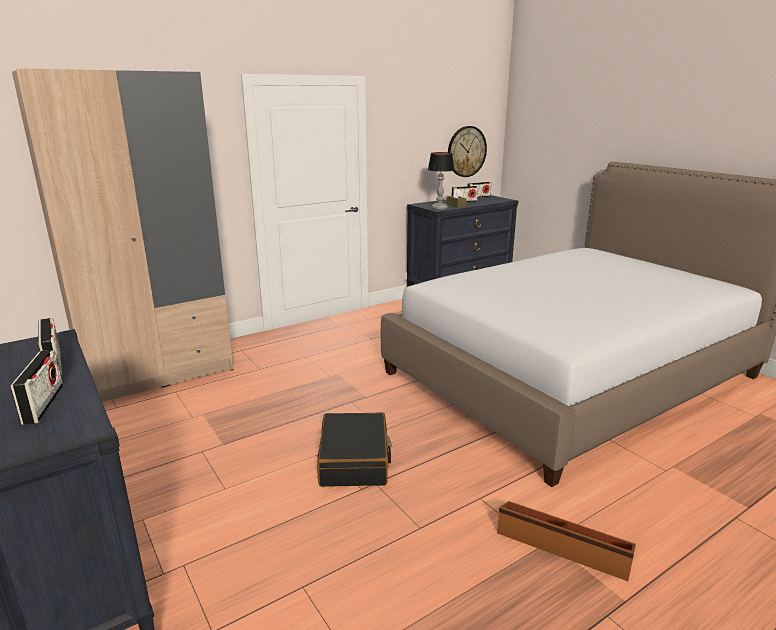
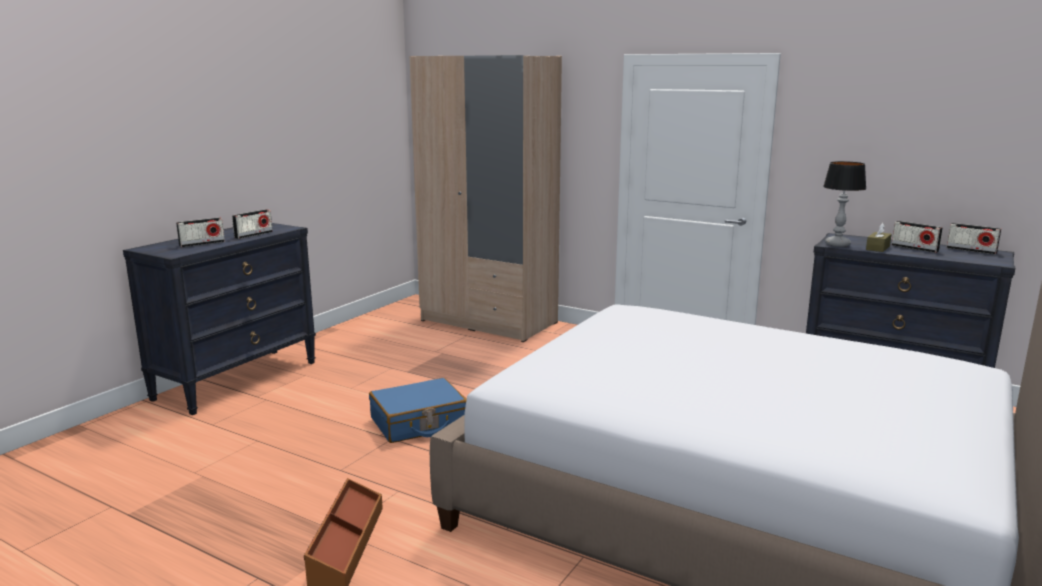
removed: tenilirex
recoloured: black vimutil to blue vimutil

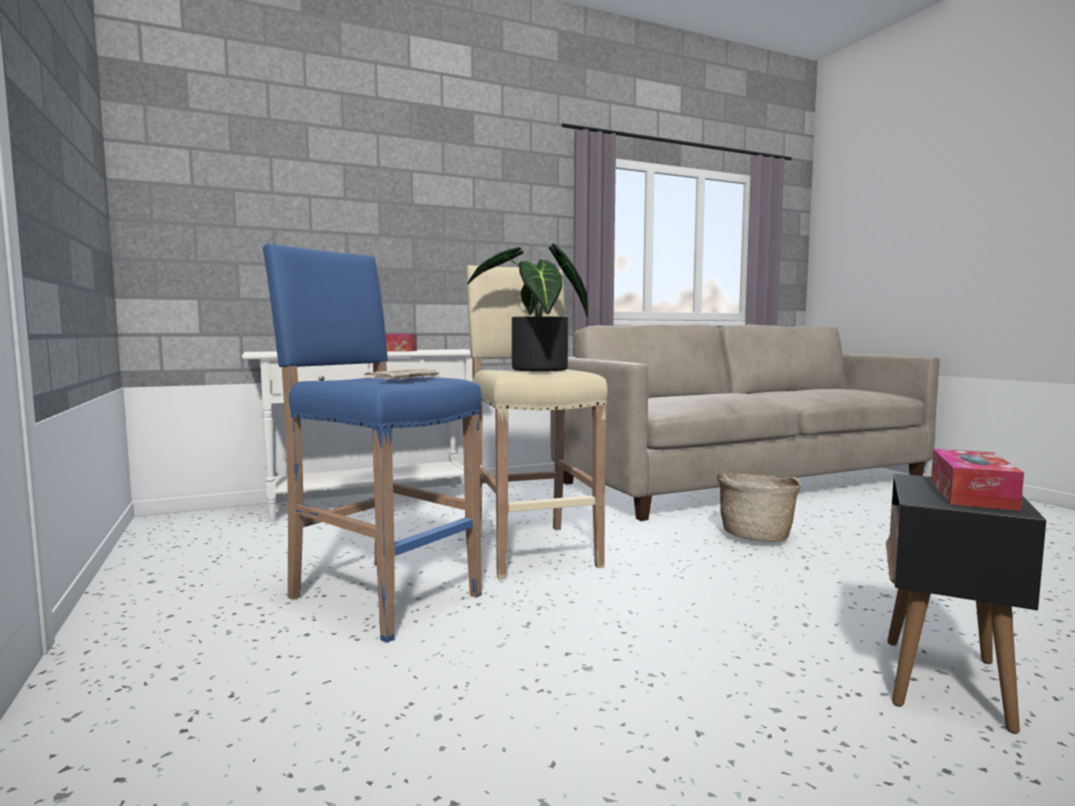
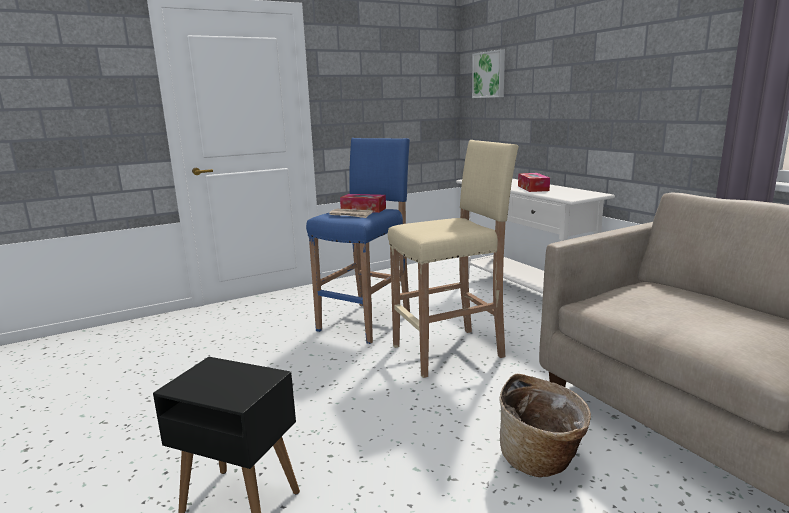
removed: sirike
added: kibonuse
moved: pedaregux (2nd from left in the first image) to pedaregux (1st from left)

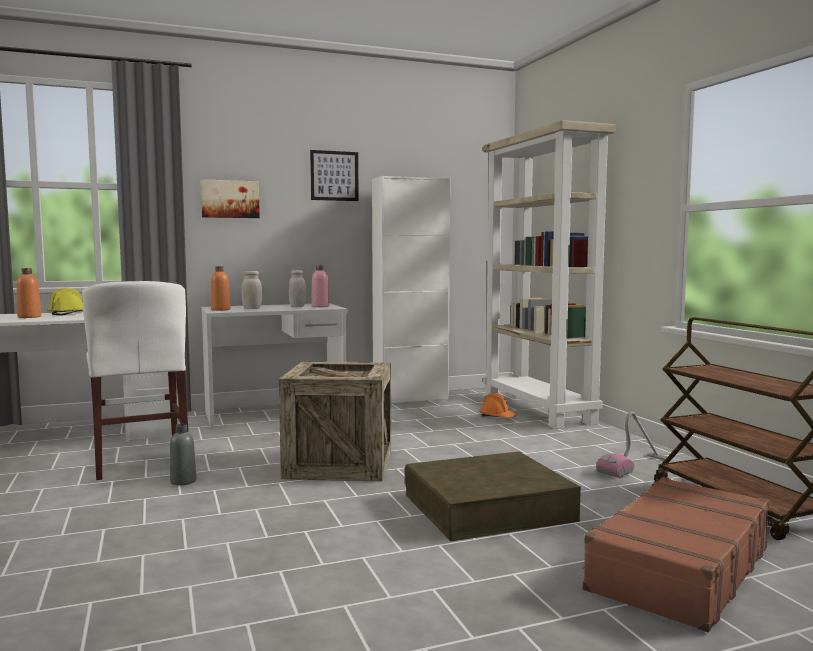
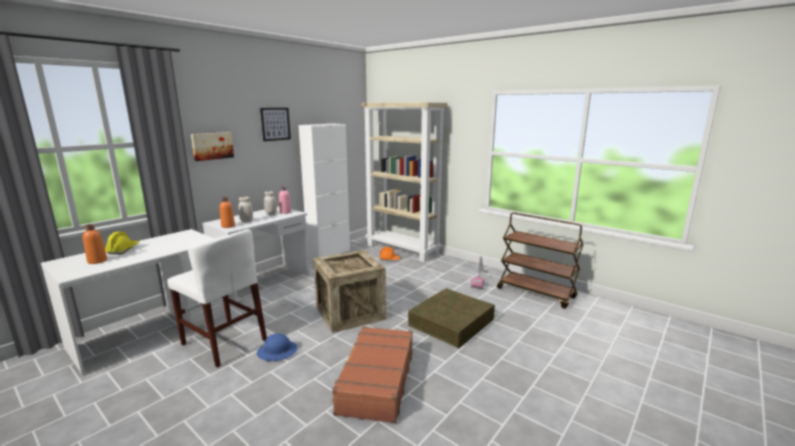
moved: brown vimutil
replaced: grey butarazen to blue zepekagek

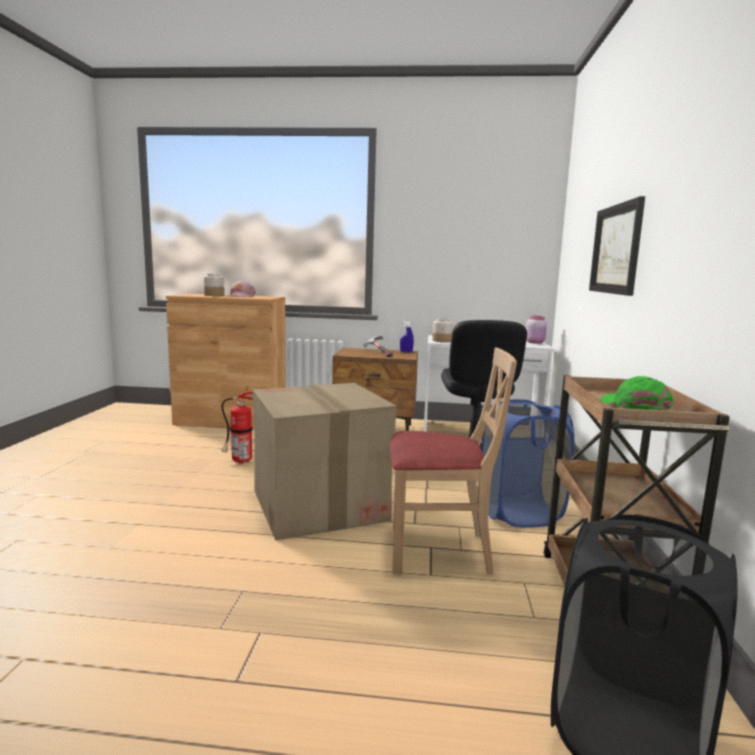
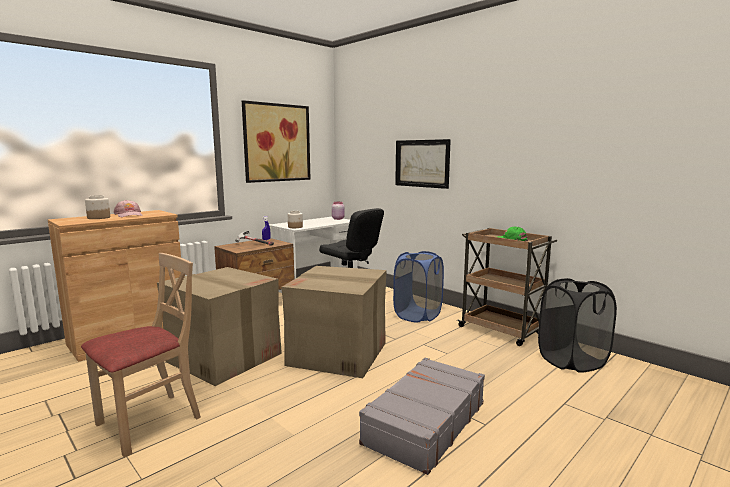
added: kibonuse (1st from left); grey vimutil
moved: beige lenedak
replaced: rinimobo to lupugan (1st from left)

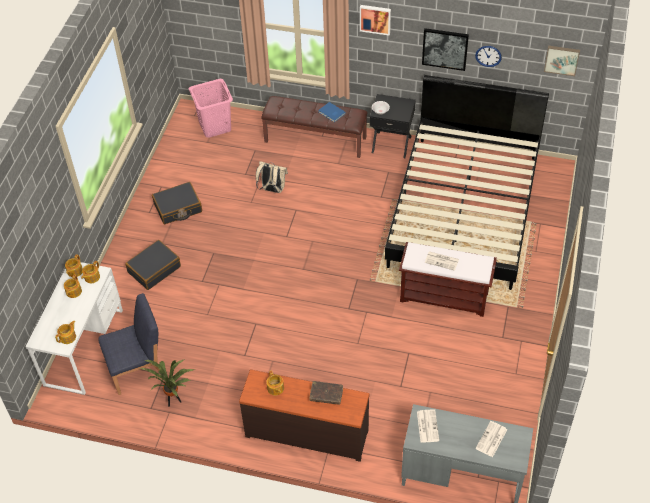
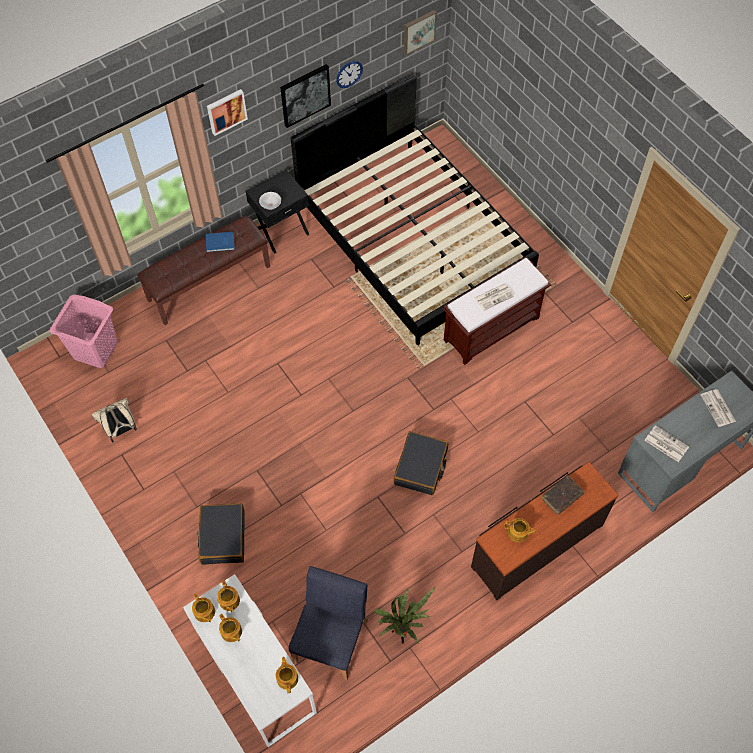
moved: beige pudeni; black vimutil (2nd from left)

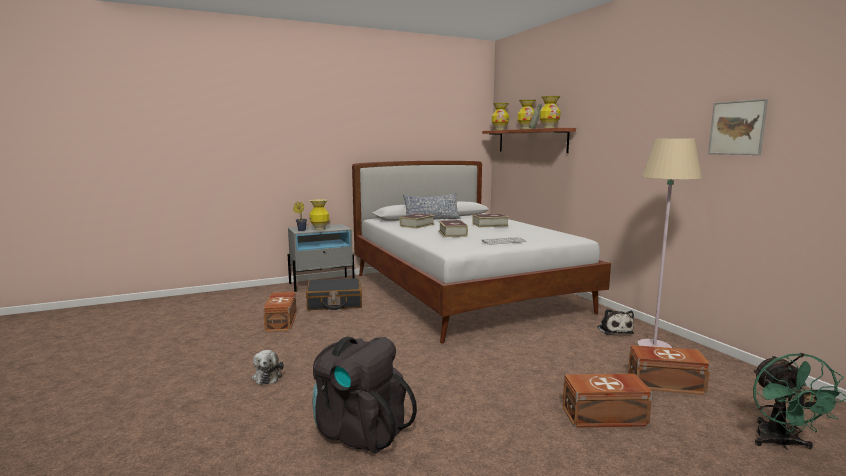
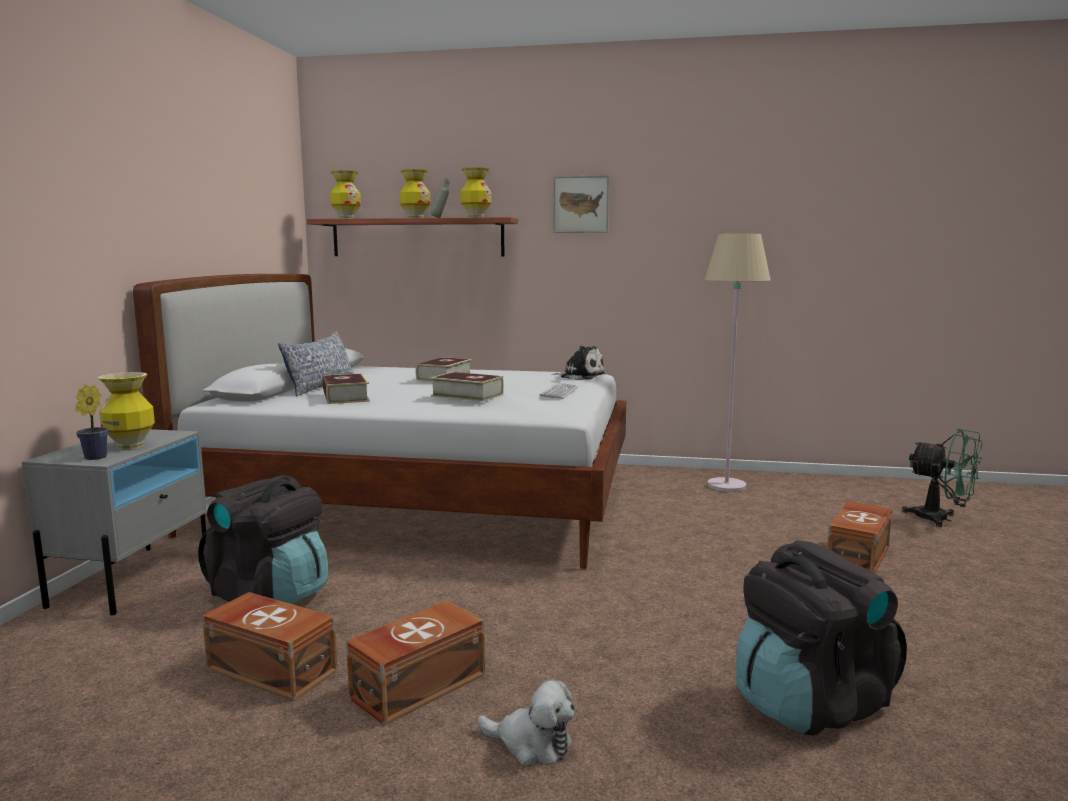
moved: kibonuse; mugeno (2nd from left); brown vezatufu (3rd from left in the first image) to brown vezatufu (2nd from left)
replaced: black vimutil to black pudeni (1st from left)

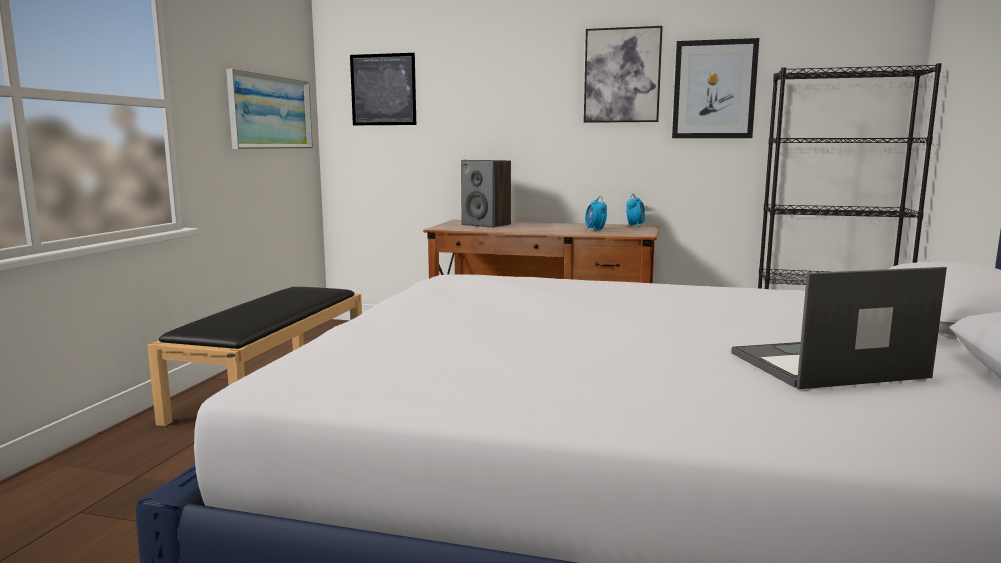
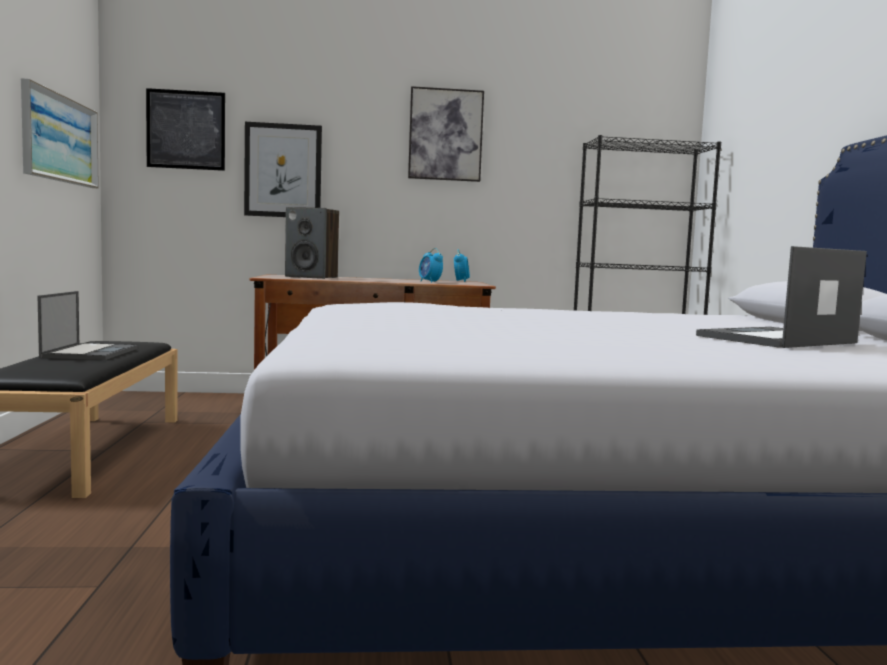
added: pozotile (1st from left)
moved: kibonuse (4th from left in the first image) to kibonuse (3rd from left)

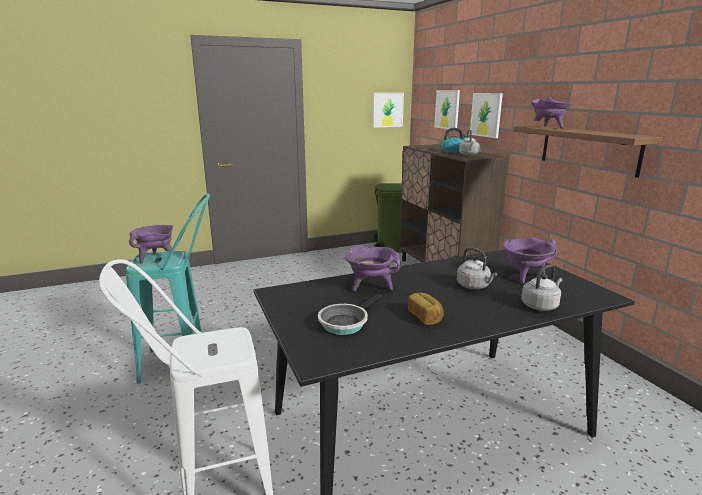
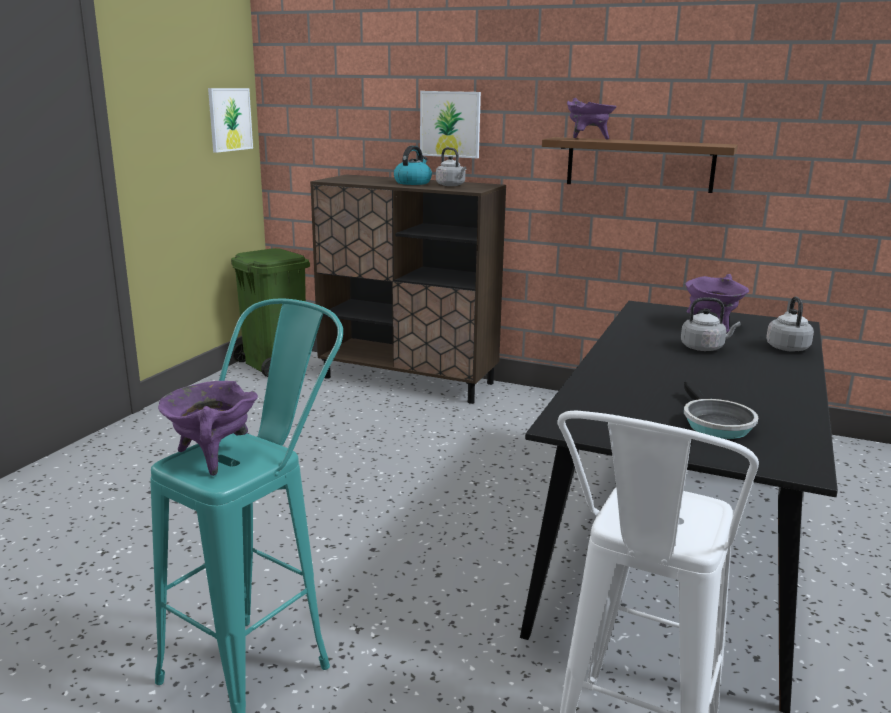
removed: kibonuse (2nd from left); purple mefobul (2nd from left); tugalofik

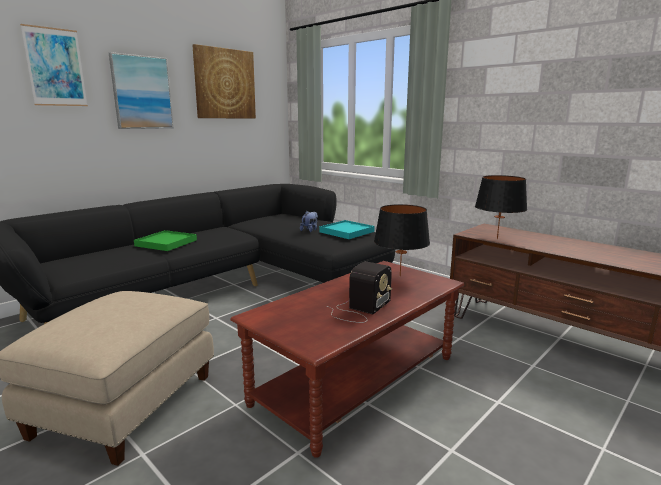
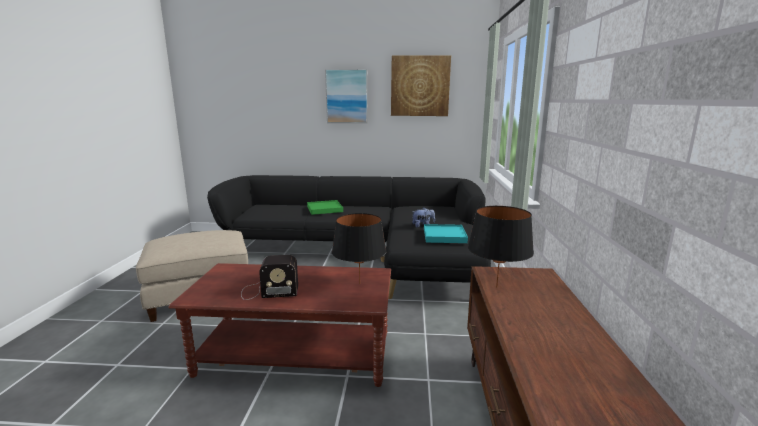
removed: kibonuse (1st from left)

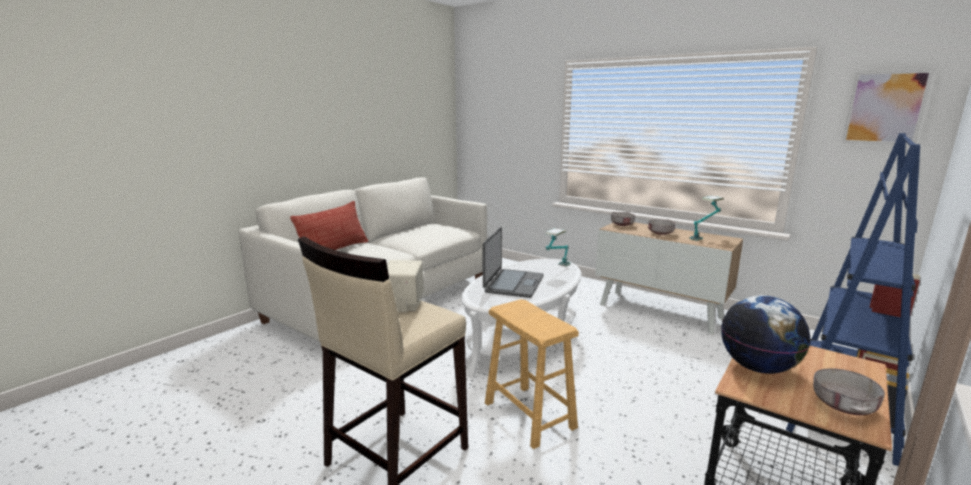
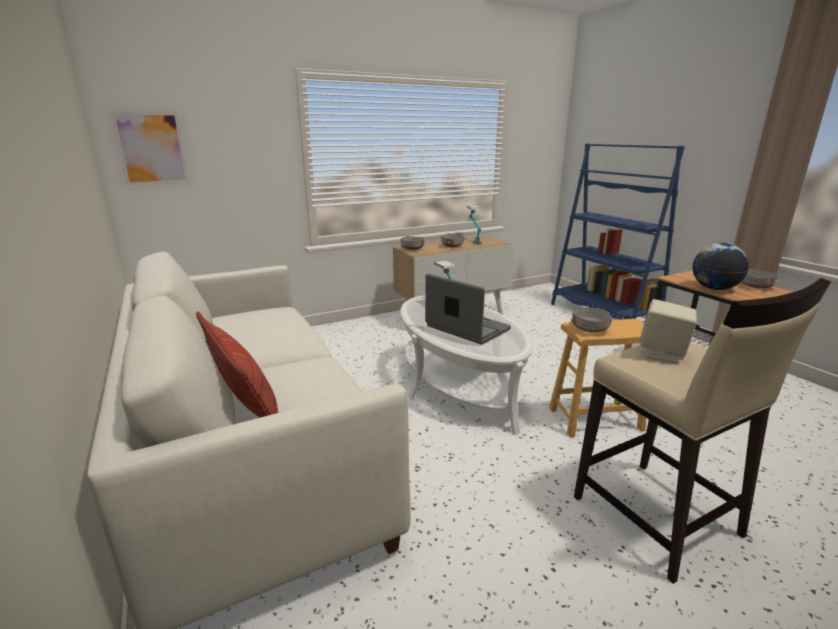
added: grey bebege (3rd from left)
moved: kibonuse

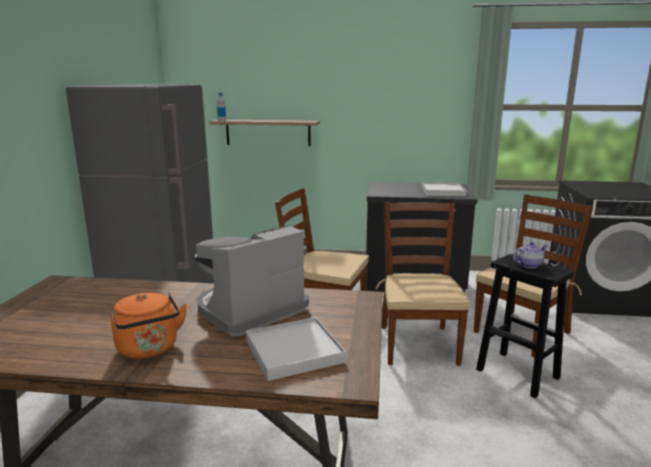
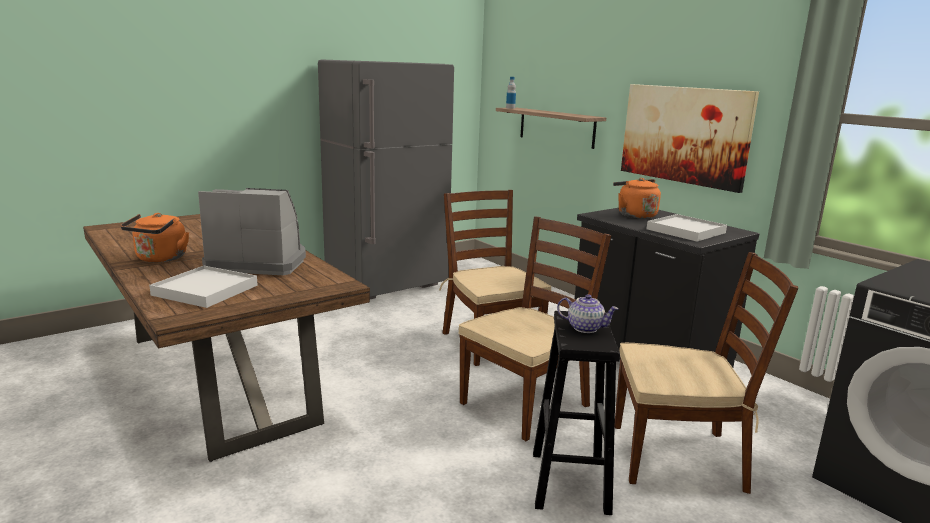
added: kibonuse; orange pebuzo (2nd from left)

